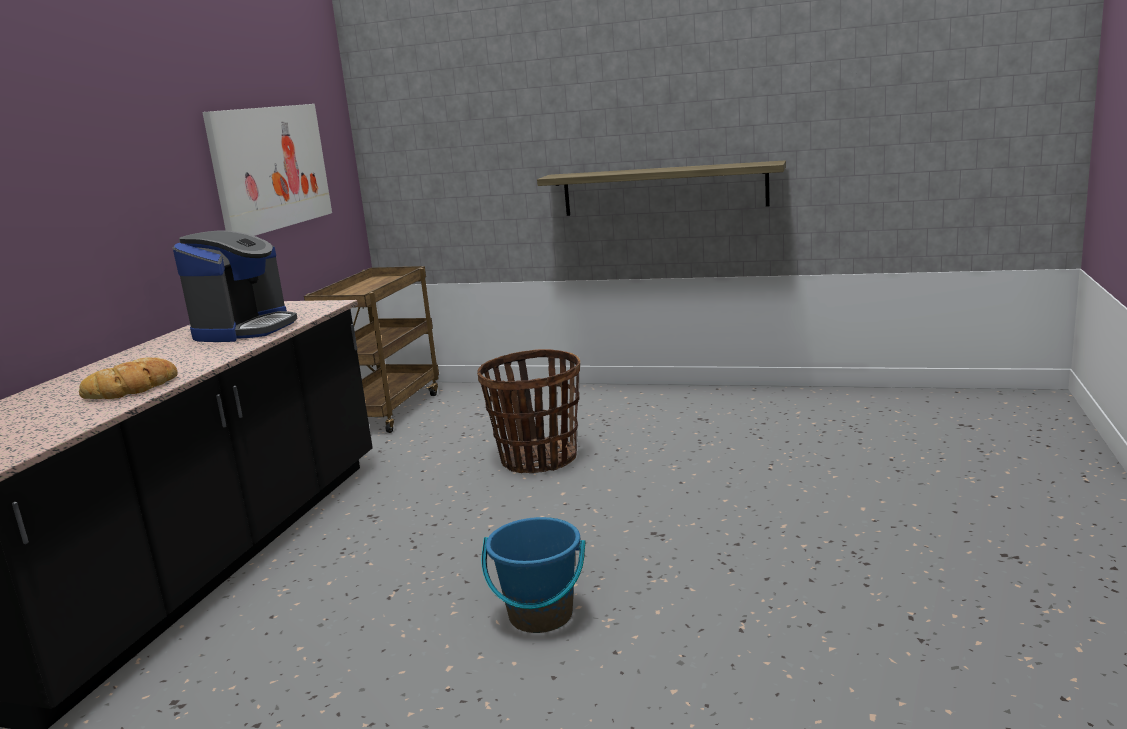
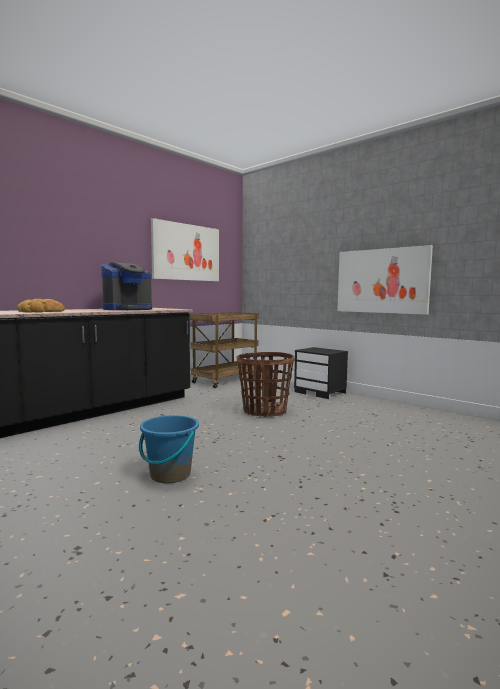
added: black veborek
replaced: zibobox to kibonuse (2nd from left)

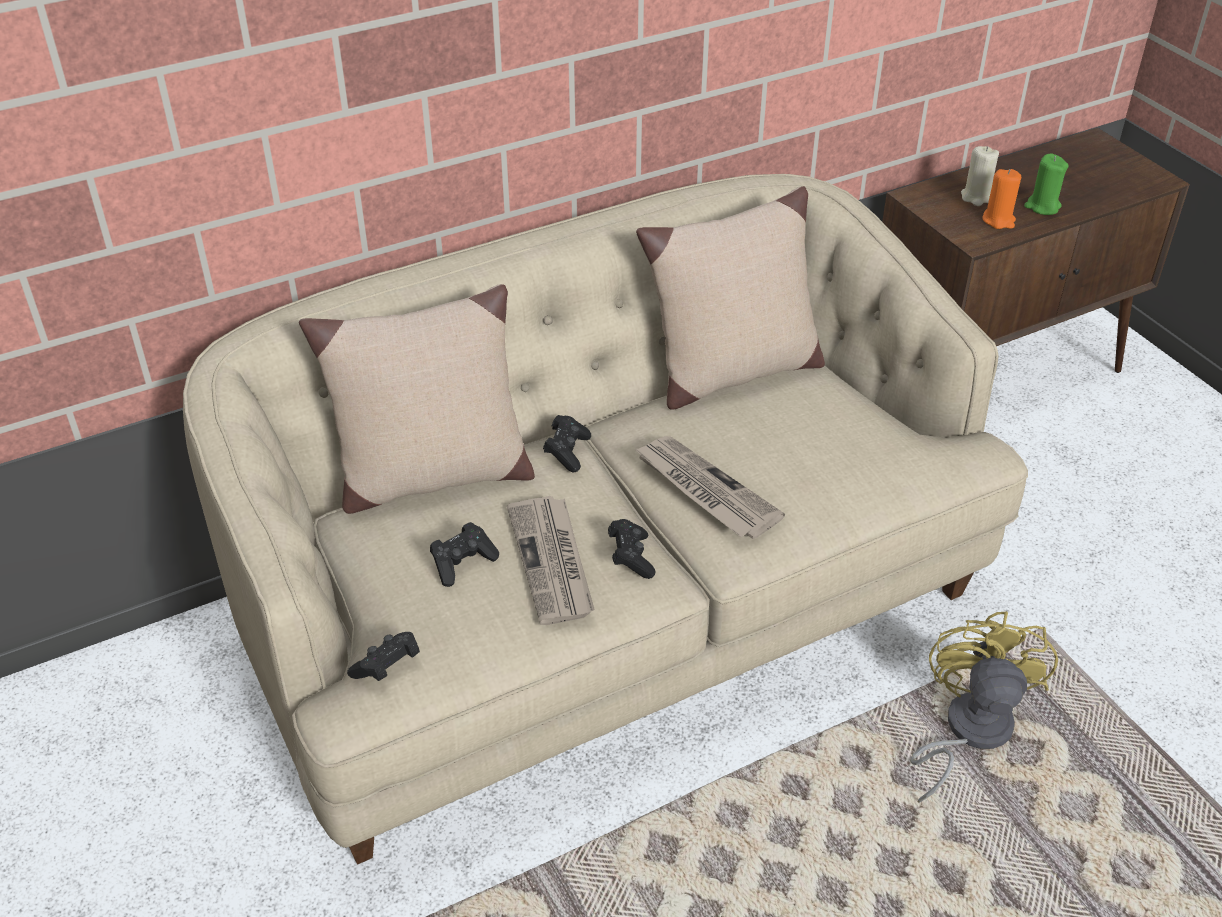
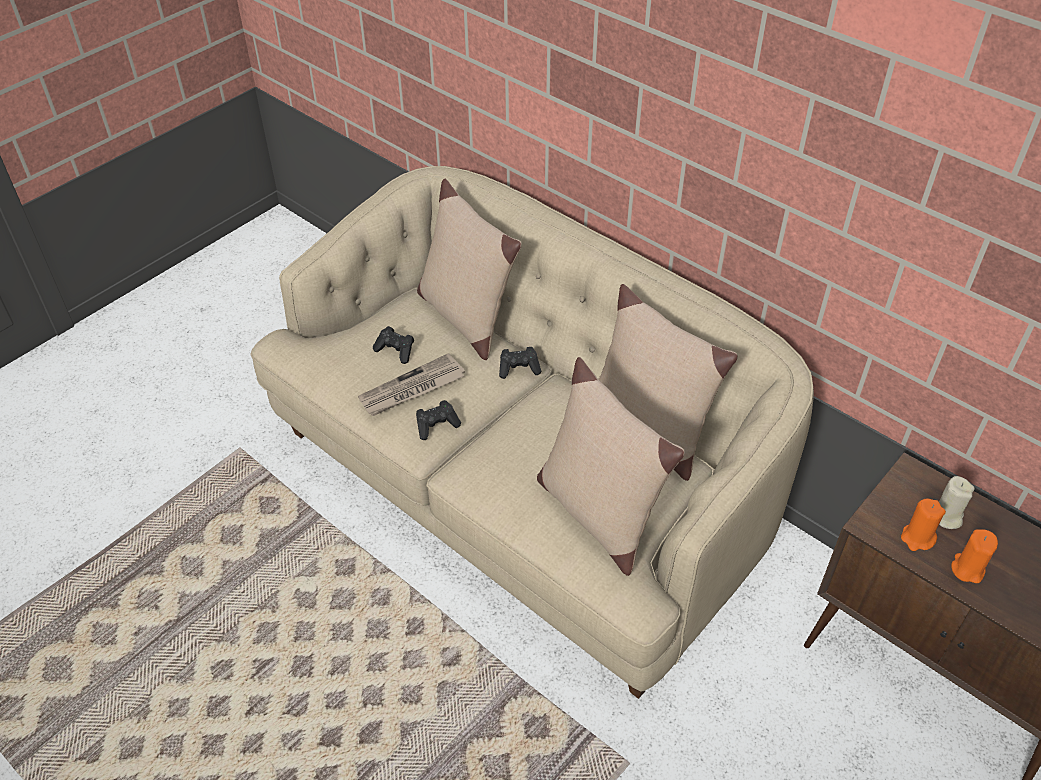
removed: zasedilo (2nd from left); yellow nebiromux; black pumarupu (1st from left)
added: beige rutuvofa (2nd from left)
recoloured: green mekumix to orange mekumix (2nd from left)

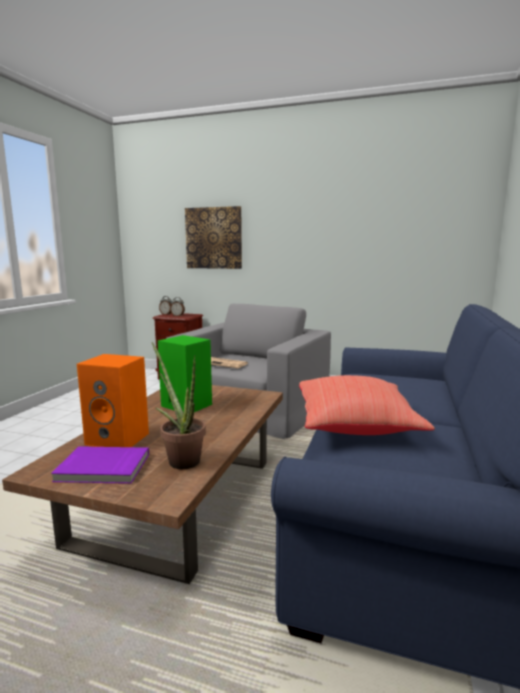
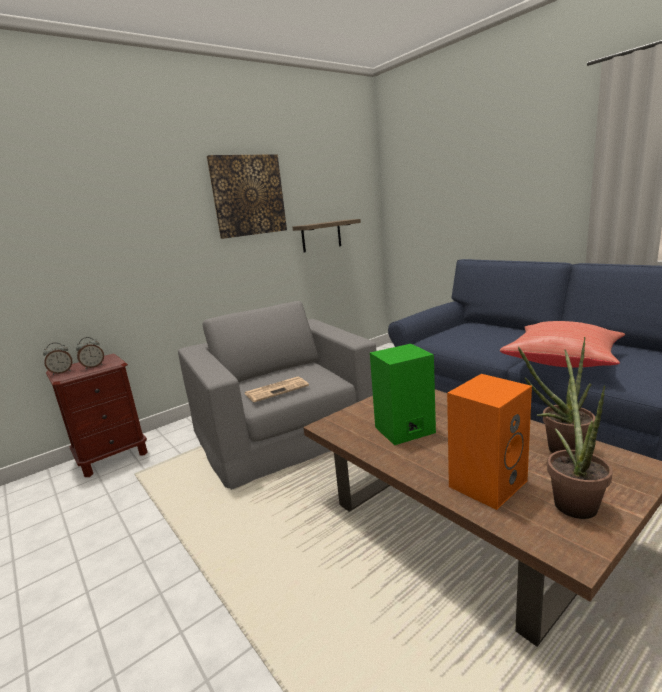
added: zibobox
moved: kibonuse
replaced: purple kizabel to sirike (2nd from left)

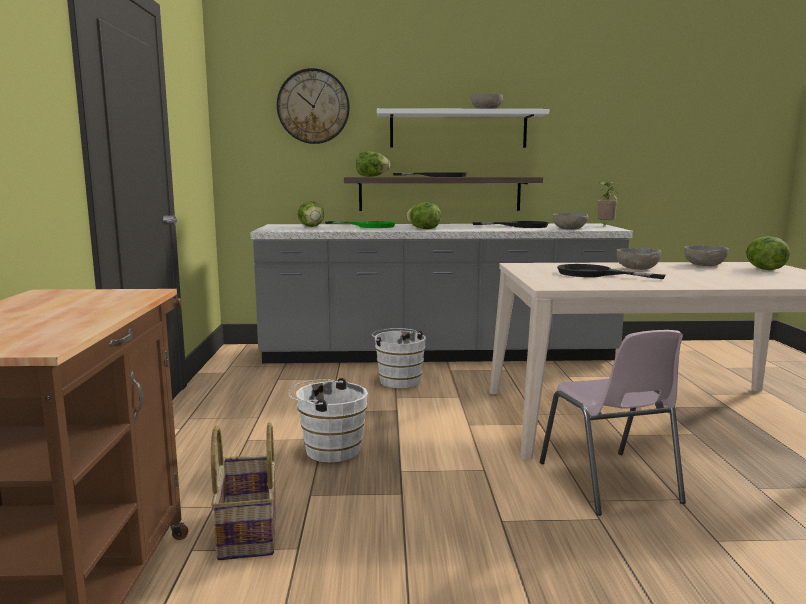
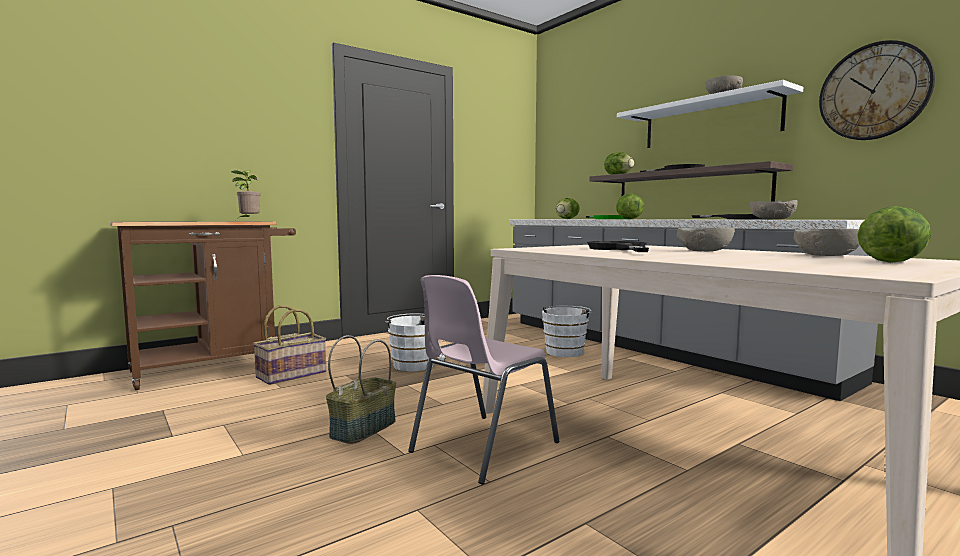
added: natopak (2nd from left)
moved: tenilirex; sirike

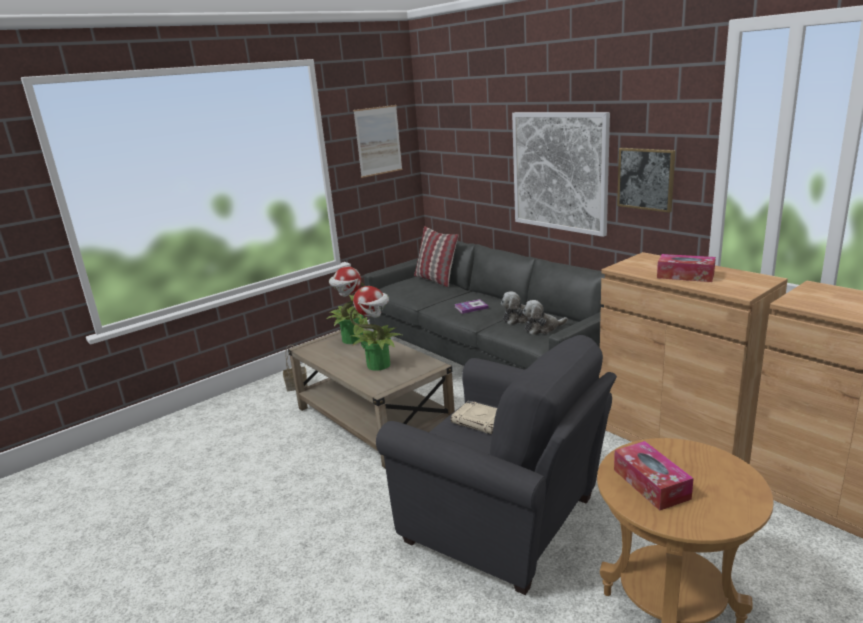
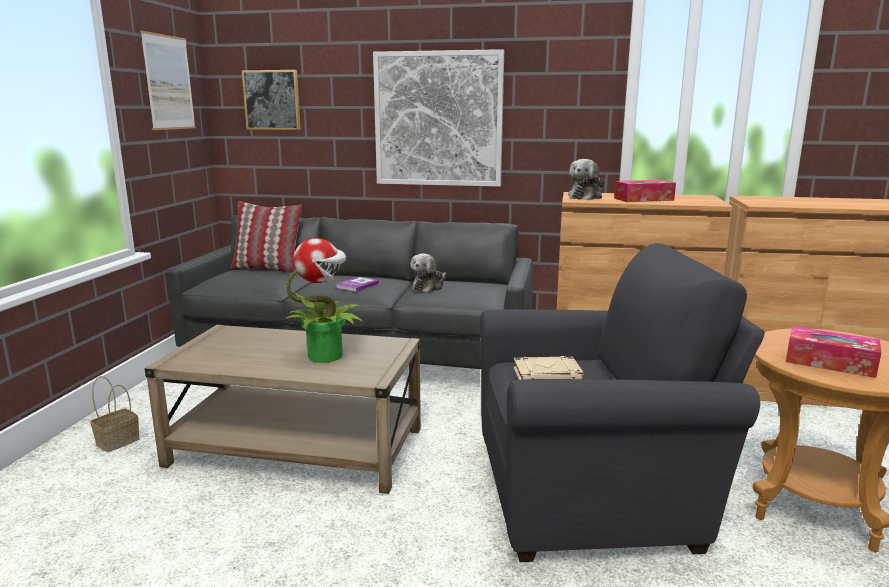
removed: sirike (1st from left)
moved: kibonuse (3rd from left in the first image) to kibonuse (2nd from left); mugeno (2nd from left)

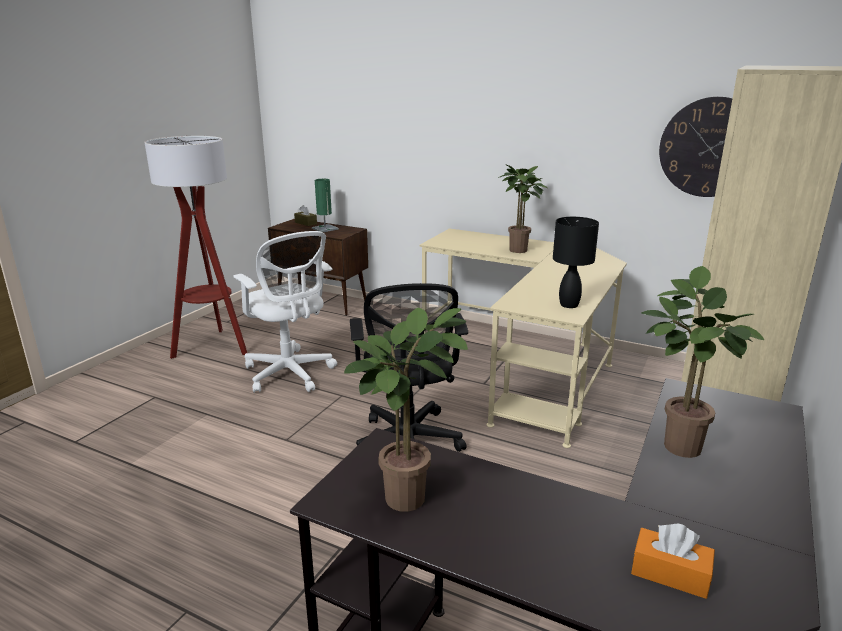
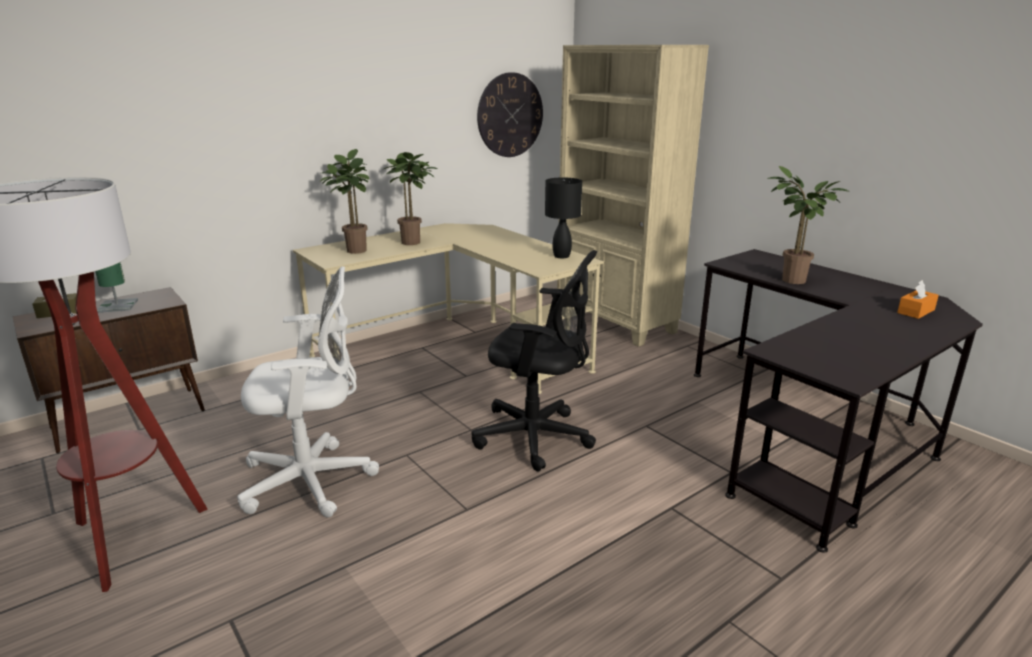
moved: sirike (1st from left)

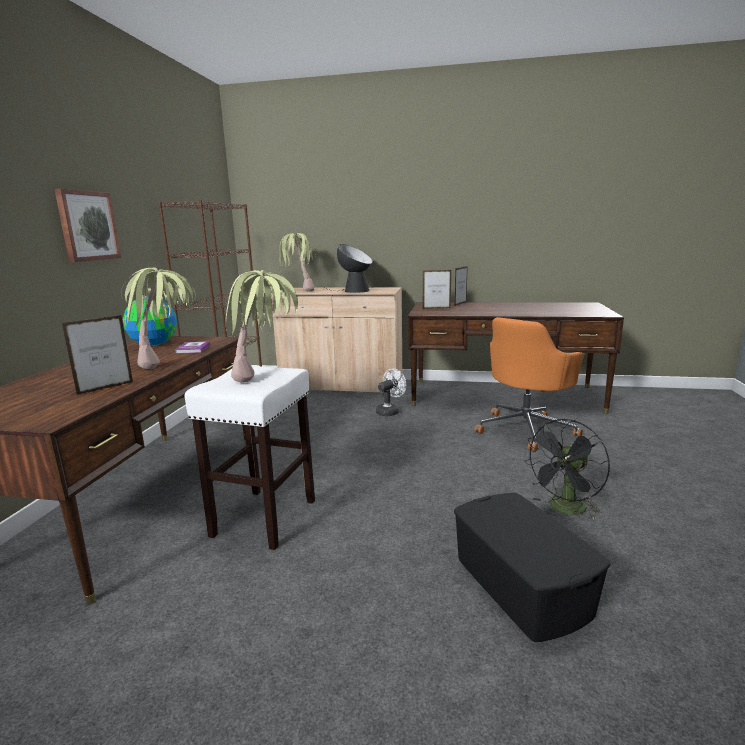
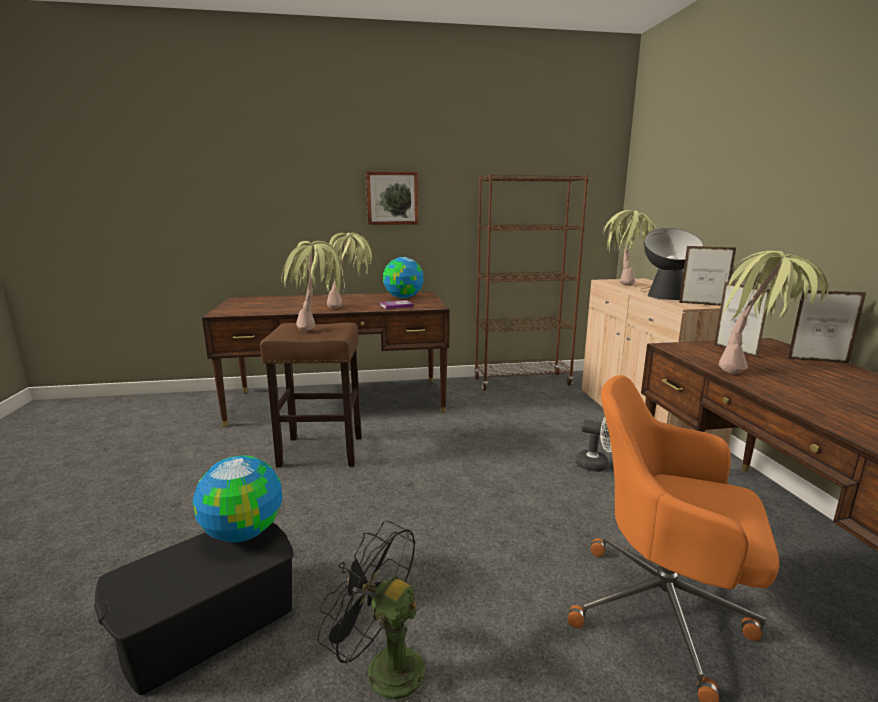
added: sirike (4th from left); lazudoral (1st from left)
moved: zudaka (1st from left)
recoloured: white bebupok to brown bebupok

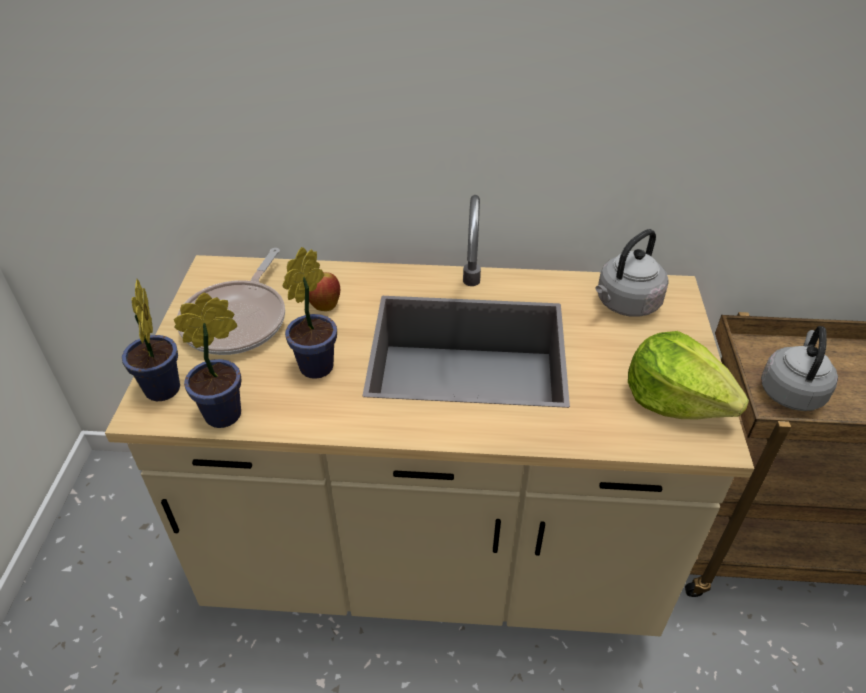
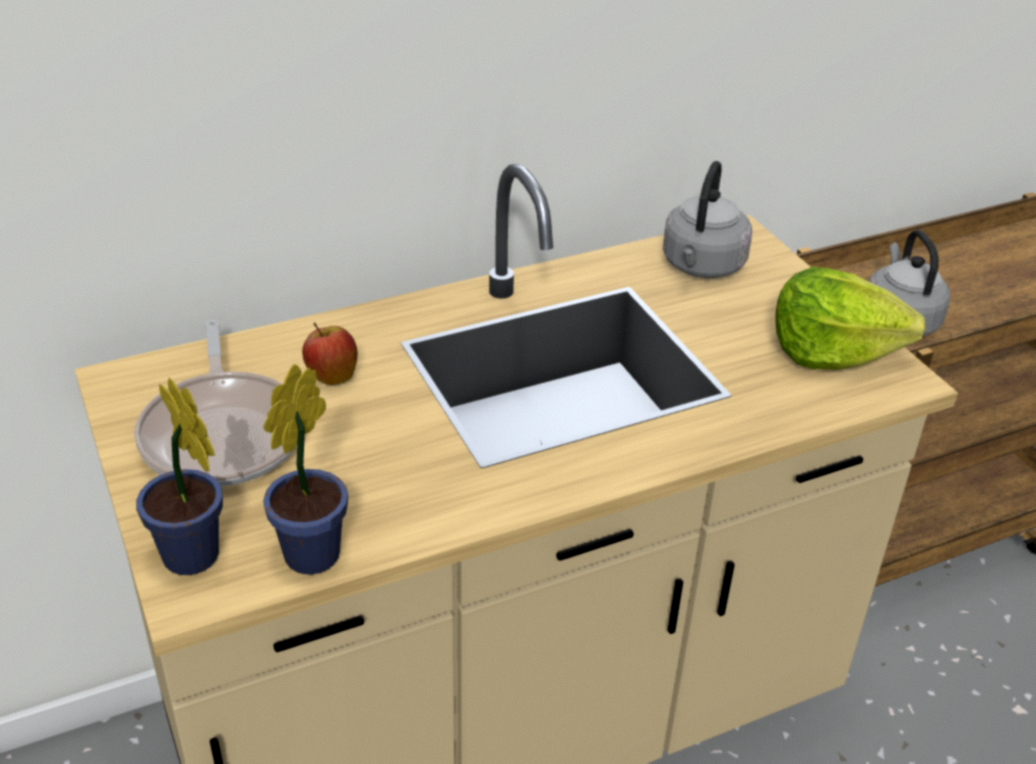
removed: sirike (3rd from left)

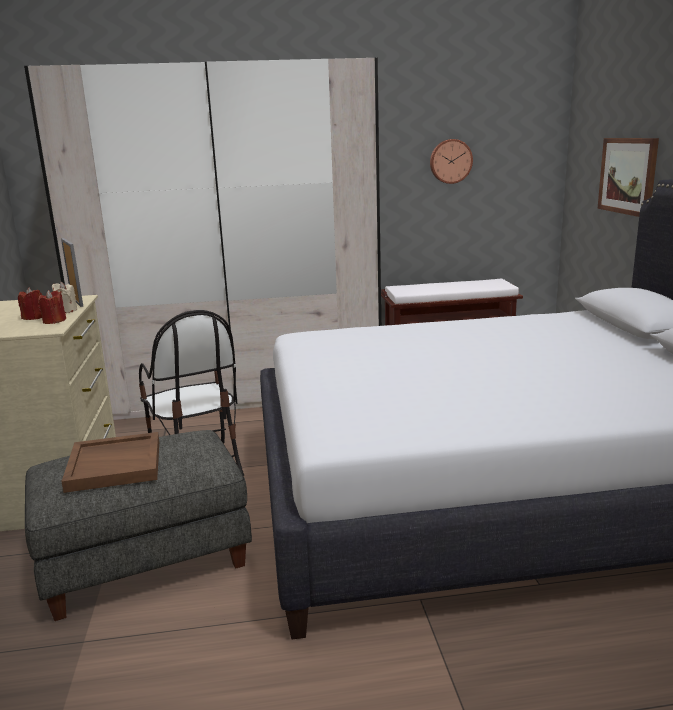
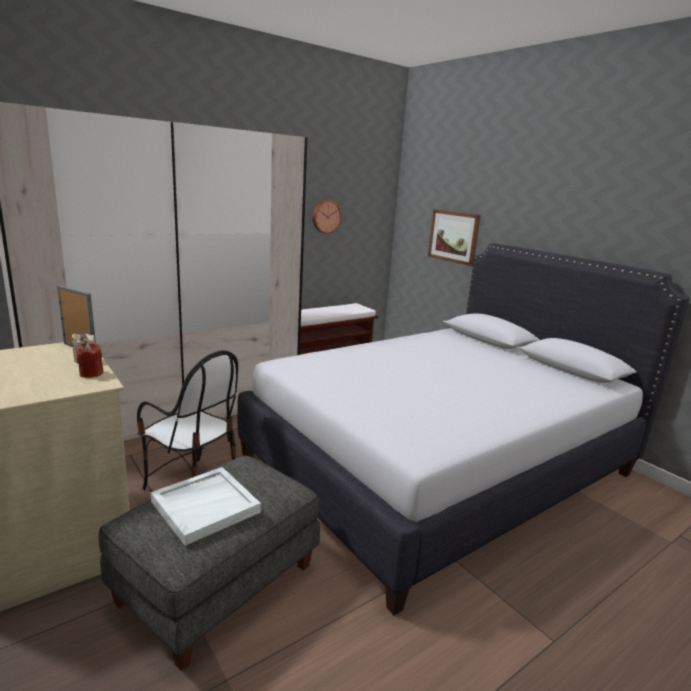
removed: red mekumix (1st from left)
recoloured: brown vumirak to white vumirak

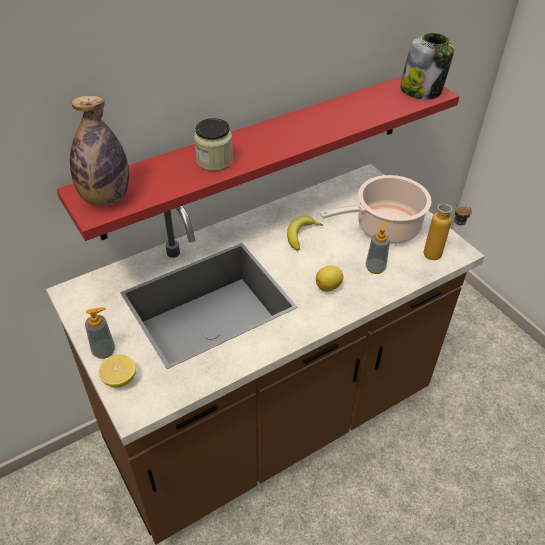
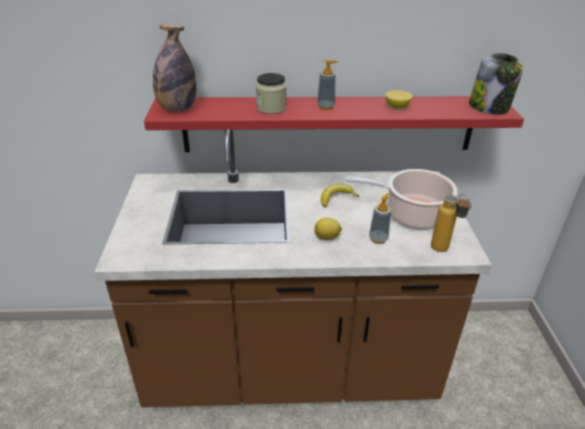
moved: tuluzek (1st from left); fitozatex (1st from left in the first image) to fitozatex (2nd from left)

